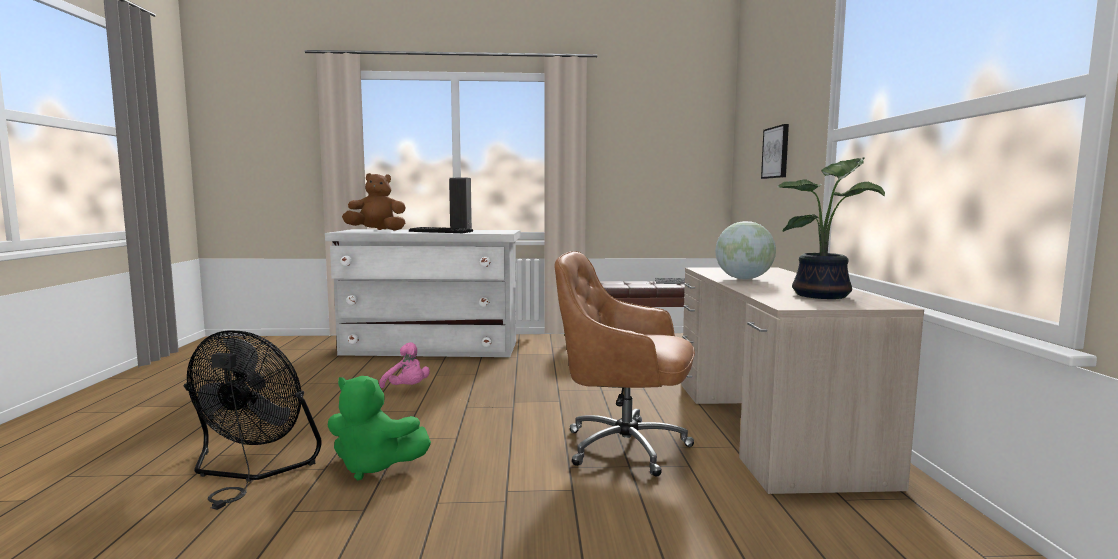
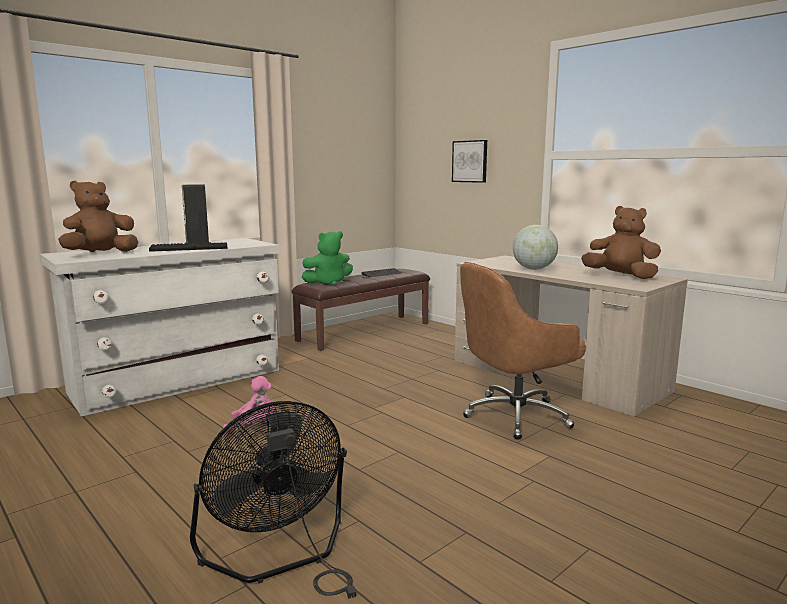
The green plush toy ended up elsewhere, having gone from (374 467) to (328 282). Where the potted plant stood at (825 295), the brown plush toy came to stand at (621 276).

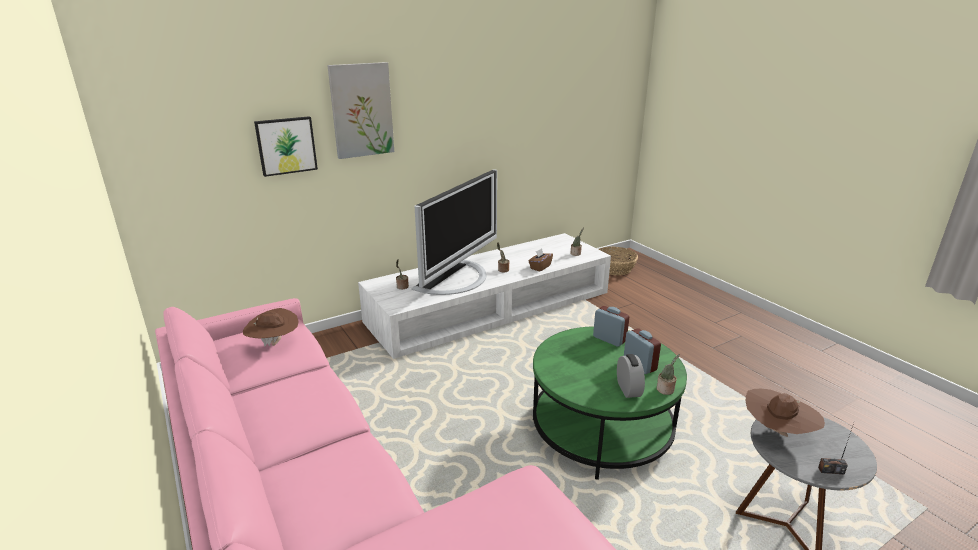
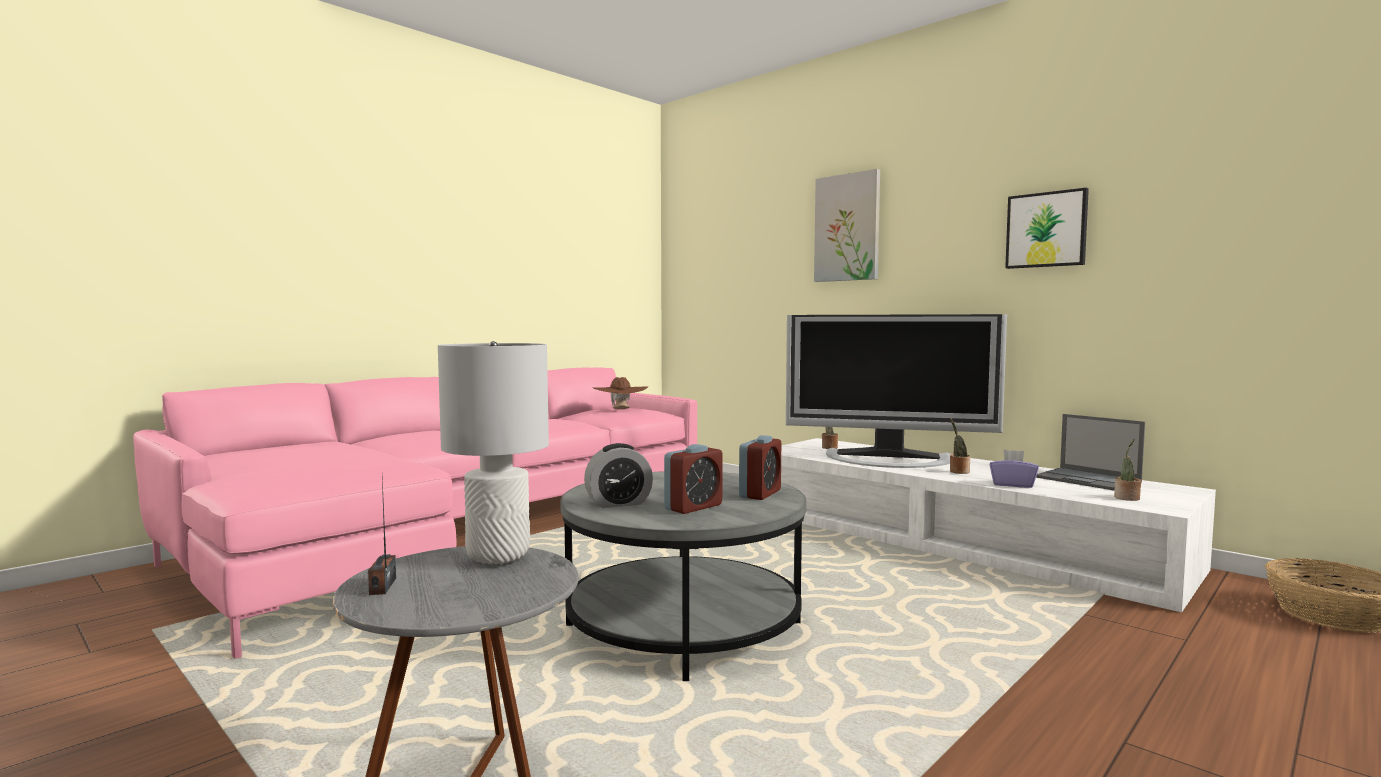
The second view lost the potted plant at (666 390). The second view gained the laptop at (1088 480). The picture ended up elsewhere, having gone from (286 145) to (1046 230). Where the brown hat stood at (777 433), the grey table lamp came to stand at (498 558). What was the brown tissue box at (540 267) turned into the purple tissue box at (1012 484). What was the green coffee table at (601 430) turned into the grey coffee table at (683 625).

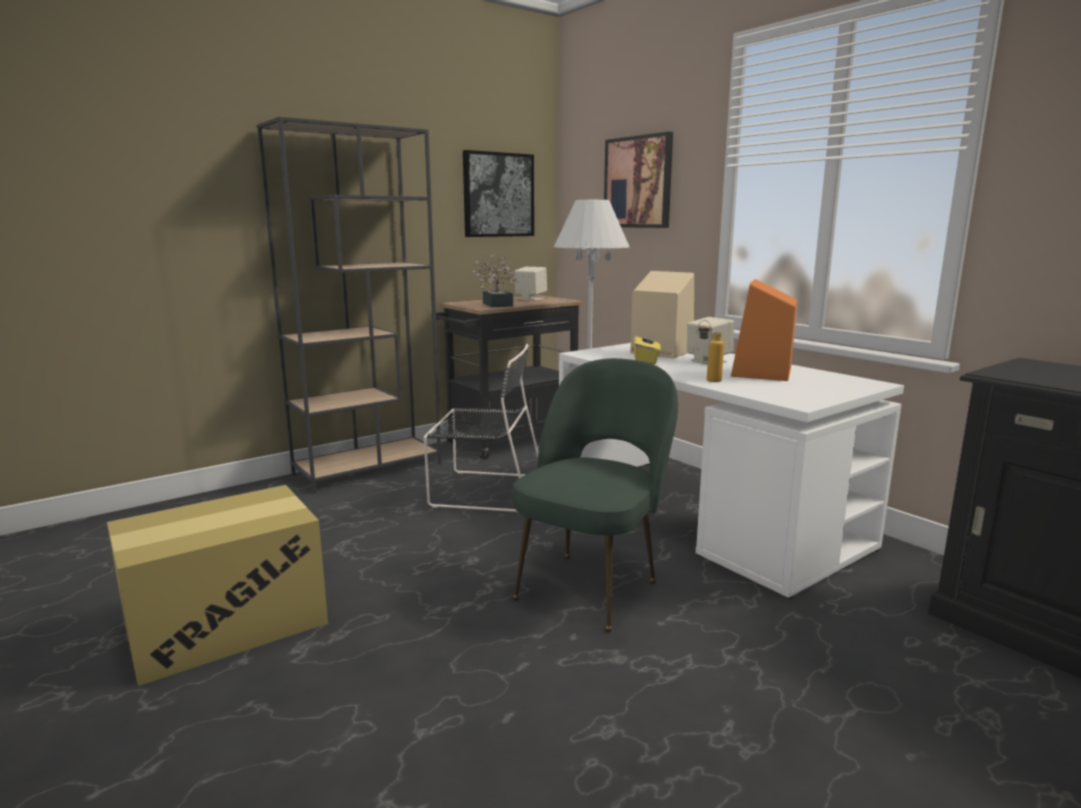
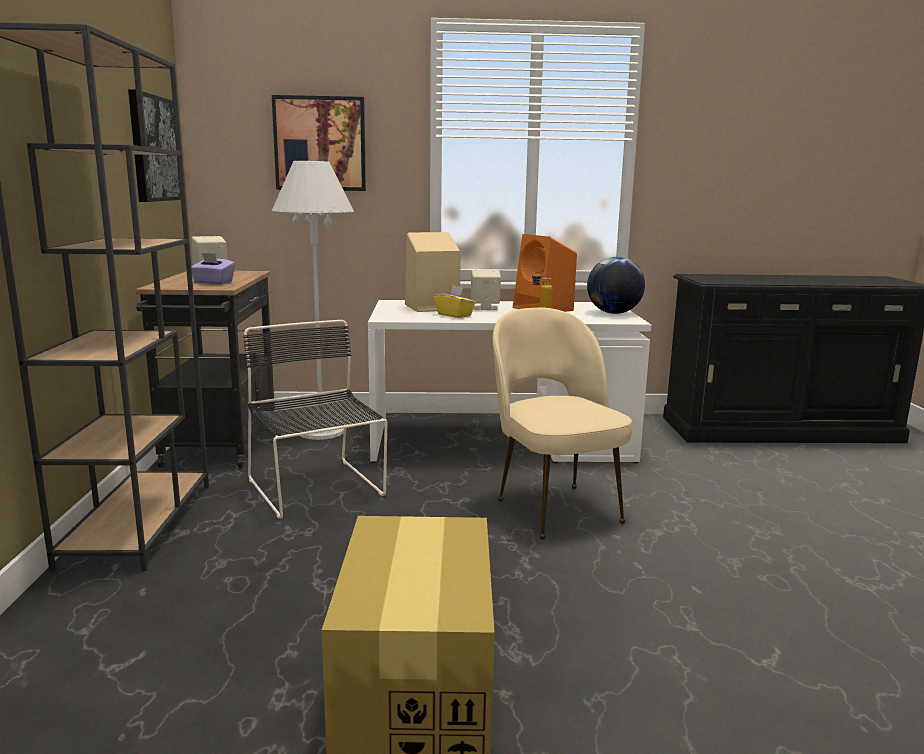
The second view gained the globe at (614 313). Where the potted plant stood at (497 304), the purple tissue box came to stand at (213 282). What was the green chair at (592 586) turned into the beige chair at (554 507). The black chair at (484 490) ended up facing another way, 75 degrees counterclockwise from before.

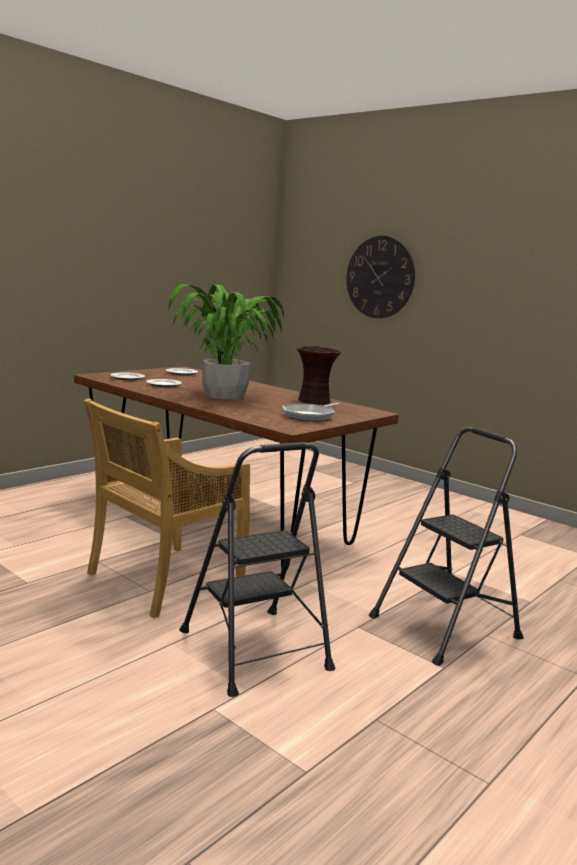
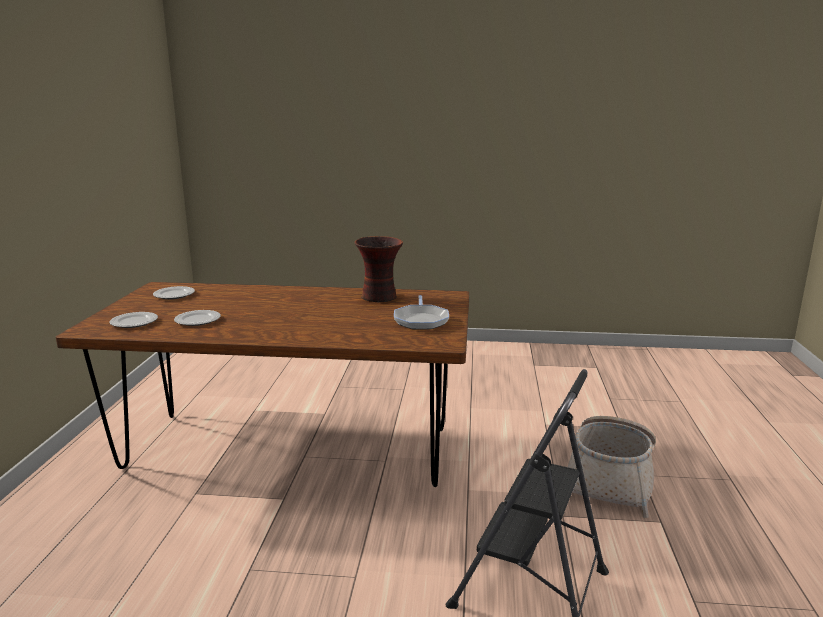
The second view lost the beige chair at (163 581). The second view lost the potted plant at (225 396). The second view lost the wall clock at (380 277). Where the black step ladder stood at (448 625), the basket came to stand at (610 479).

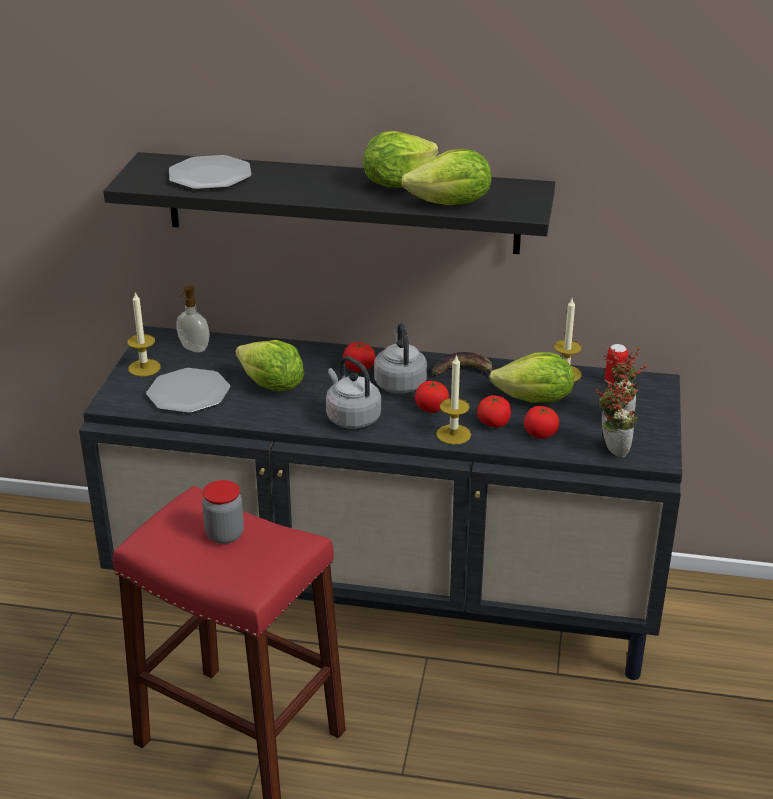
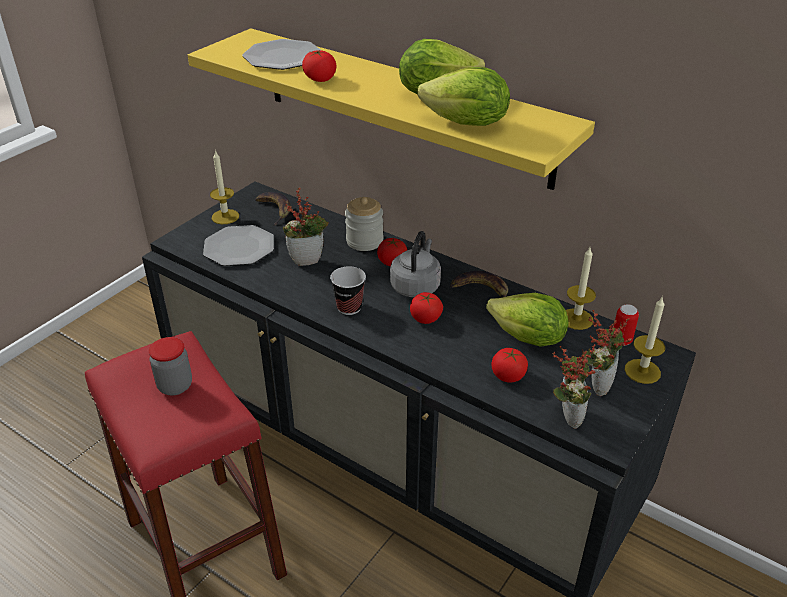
The second view gained the jar at (364 241). The candle ended up elsewhere, having gone from (453 434) to (642 371). The tomato ended up elsewhere, having gone from (493 423) to (320 79). Where the soap dispenser stood at (193 349), the banana came to stand at (275 210). Where the lettuce stood at (272 386), the potted plant came to stand at (308 259). Where the grey kettle stood at (351 417), the cup came to stand at (349 307). What was the black shelf at (342 203) turned into the yellow shelf at (402 105).

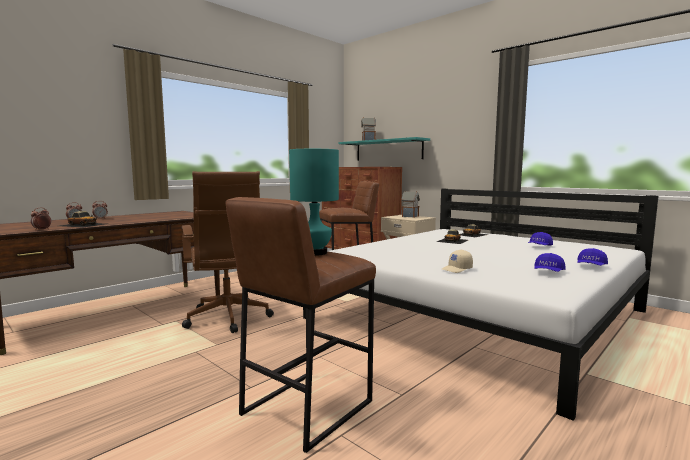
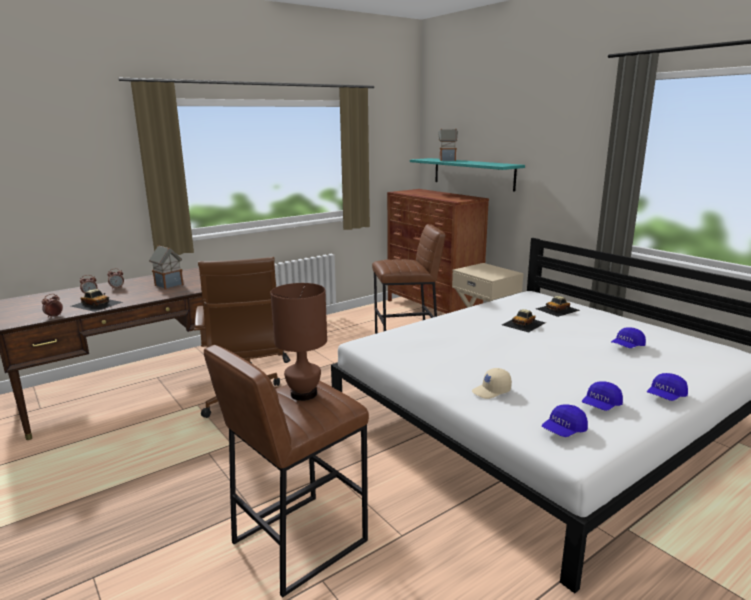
The second view gained the blue cap at (563 431). The toy house ended up elsewhere, having gone from (409 216) to (168 285). What was the turquoise table lamp at (315 253) turned into the brown table lamp at (303 394).

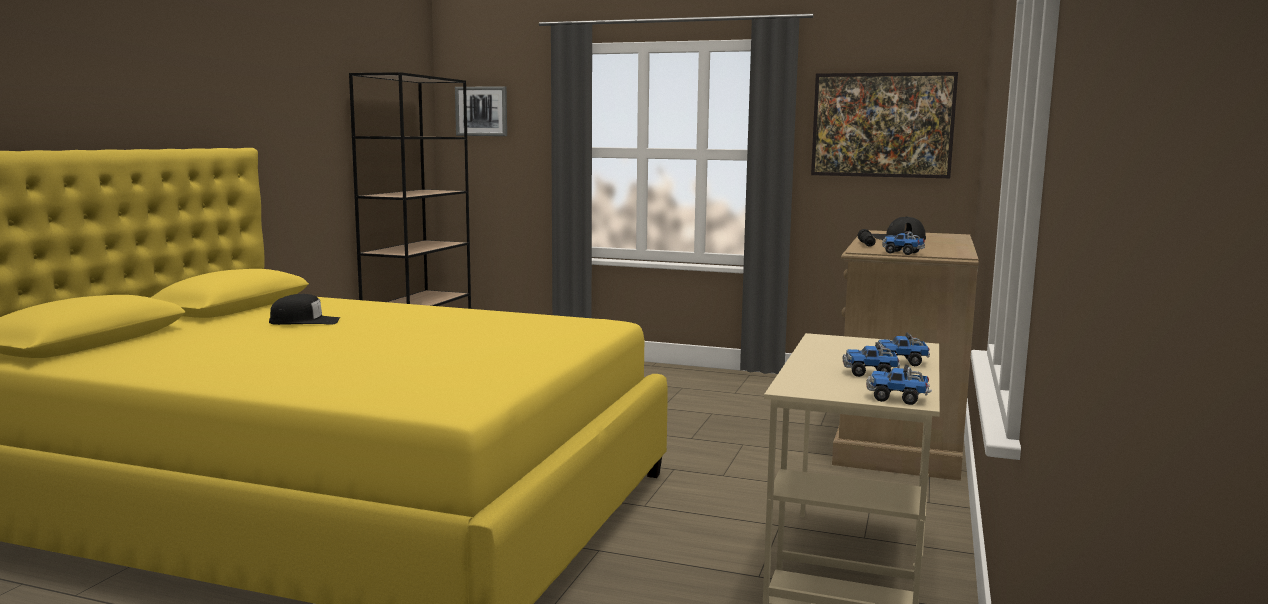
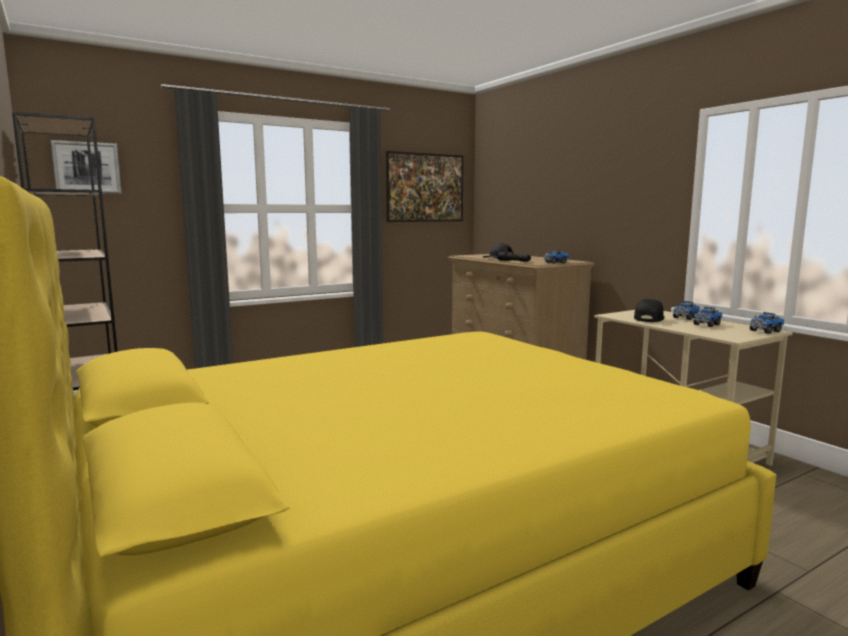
The black cap ended up elsewhere, having gone from (305 322) to (649 318).

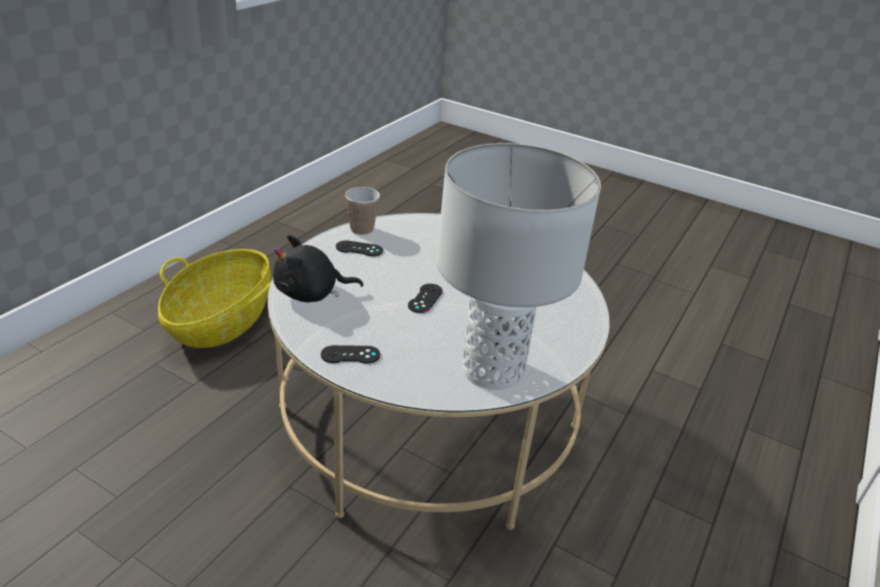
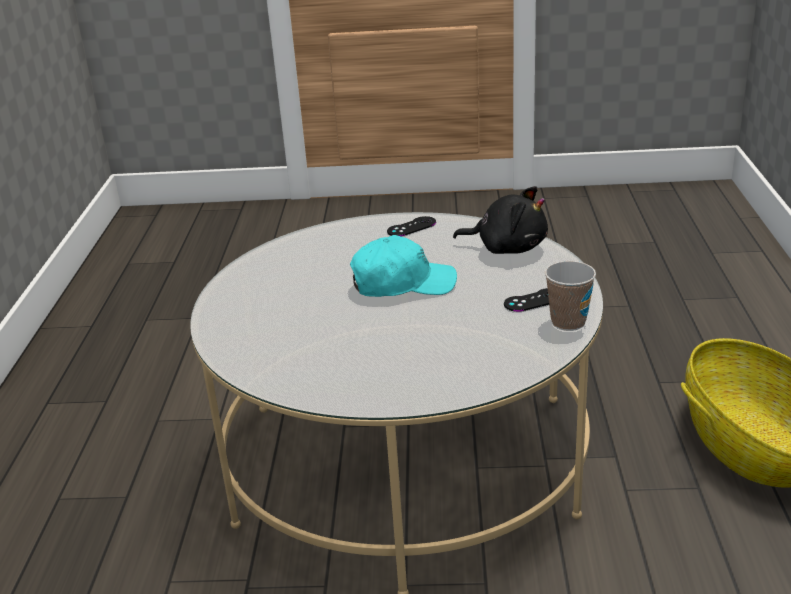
The second view lost the white table lamp at (492 368). Where the black game controller stood at (425 298), the turquoise cap came to stand at (402 284). The black plush toy at (311 293) ended up facing another way, 60 degrees clockwise from before.

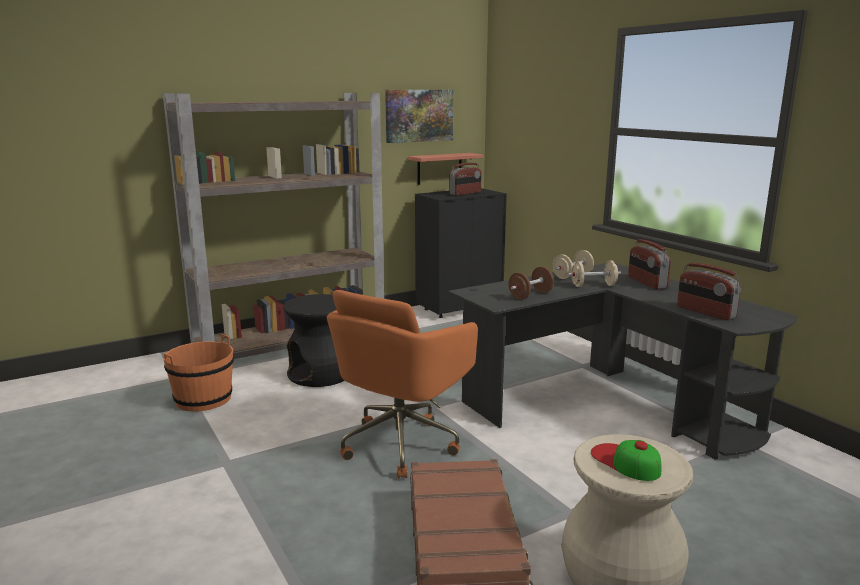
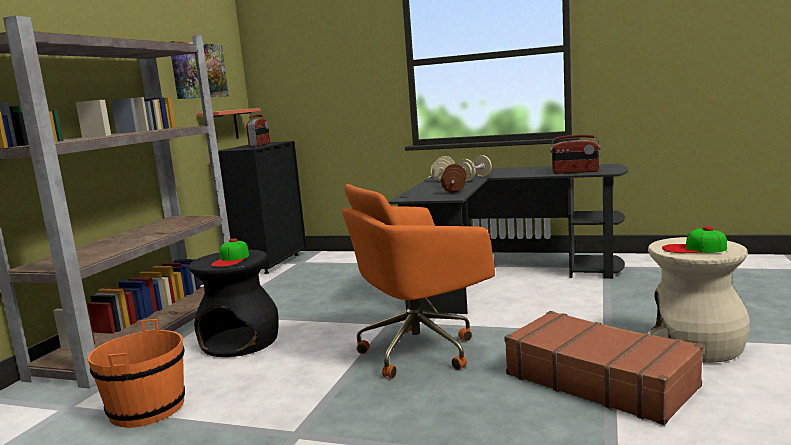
The second view lost the radio at (646 283). The second view gained the cap at (231 259). The orange office chair at (403 444) ended up facing another way, 75 degrees clockwise from before.

